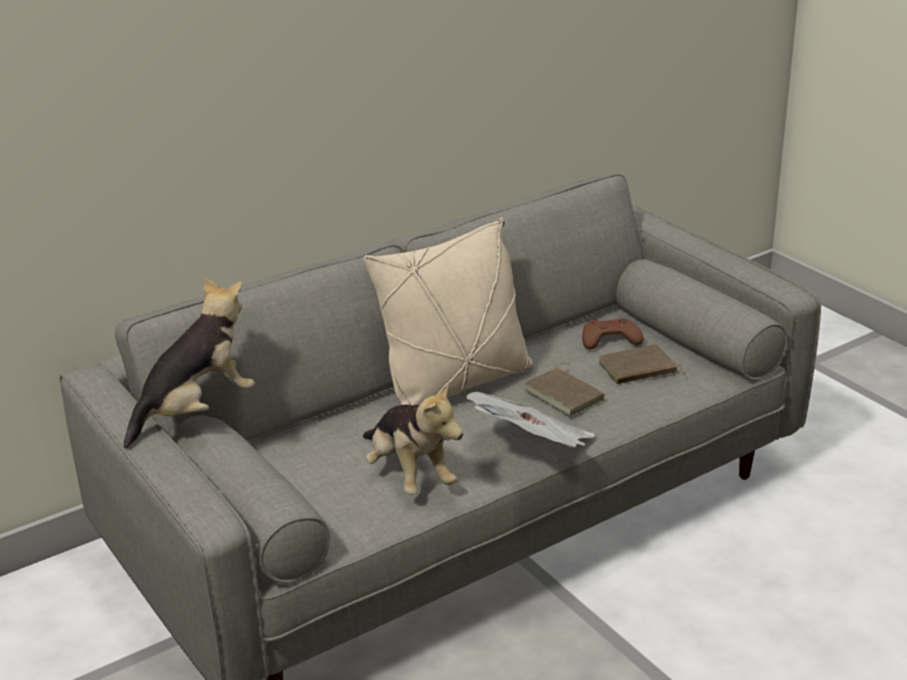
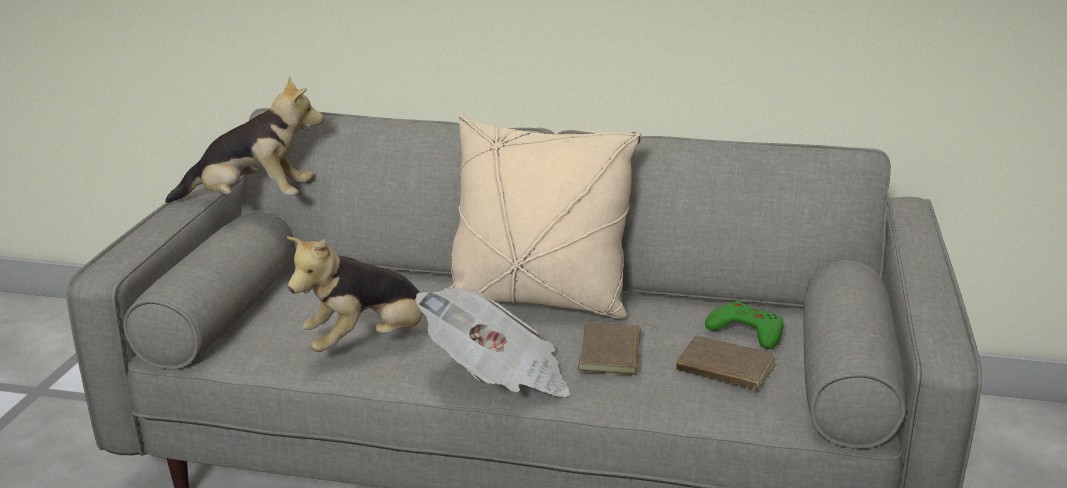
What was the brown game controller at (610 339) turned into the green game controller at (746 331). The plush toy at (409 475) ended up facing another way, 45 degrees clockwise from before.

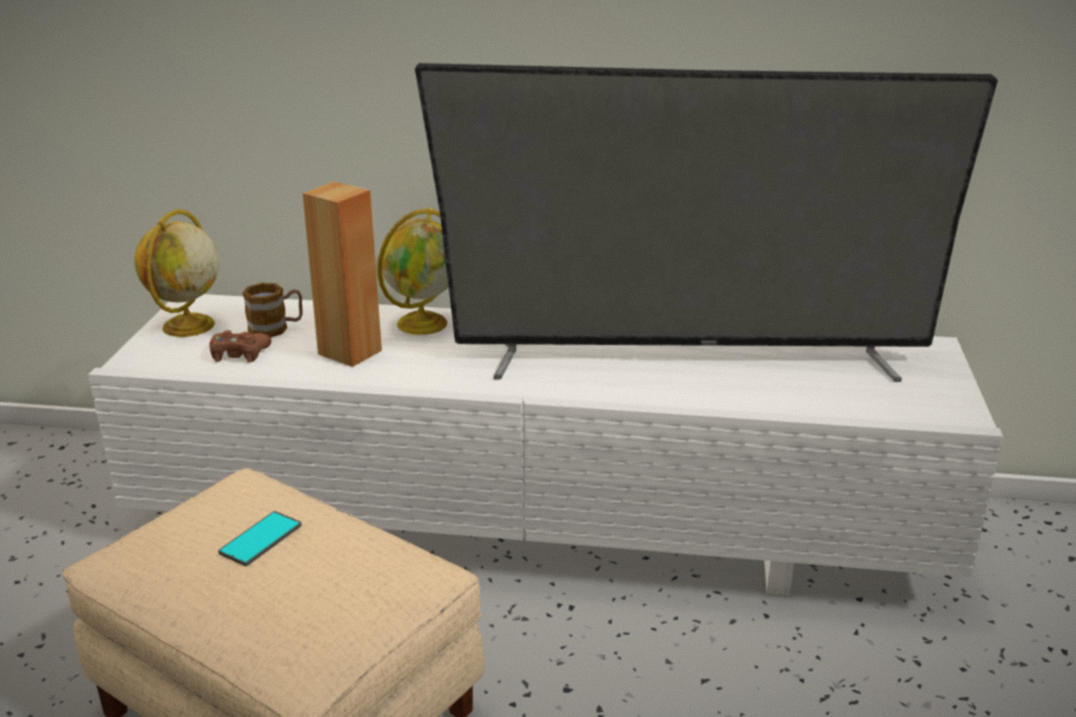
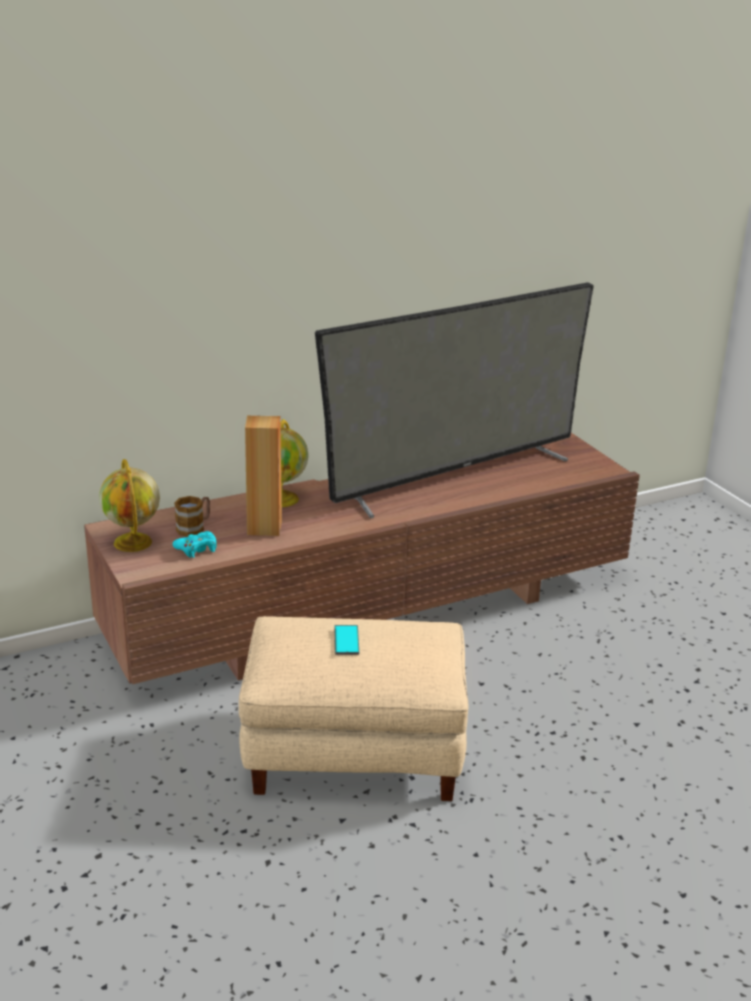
What was the white tv stand at (538 522) turned into the brown tv stand at (372 610). What was the brown game controller at (239 354) turned into the turquoise game controller at (197 549).

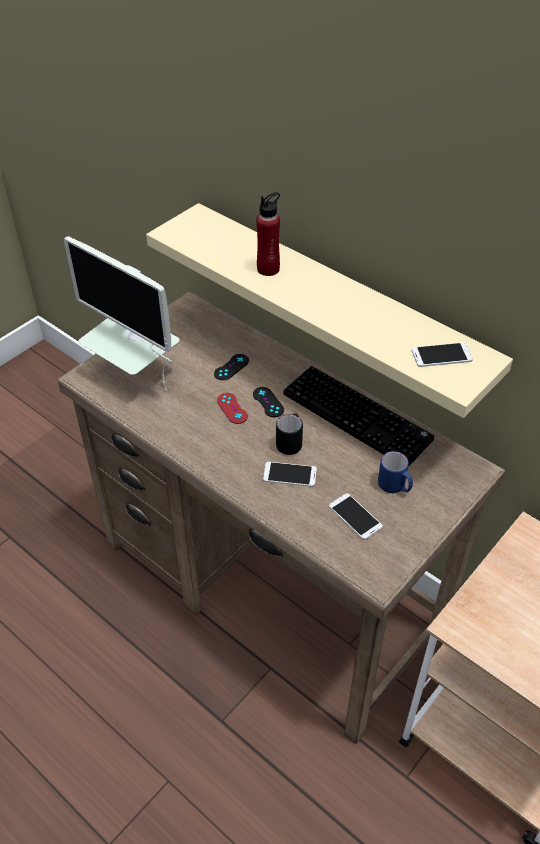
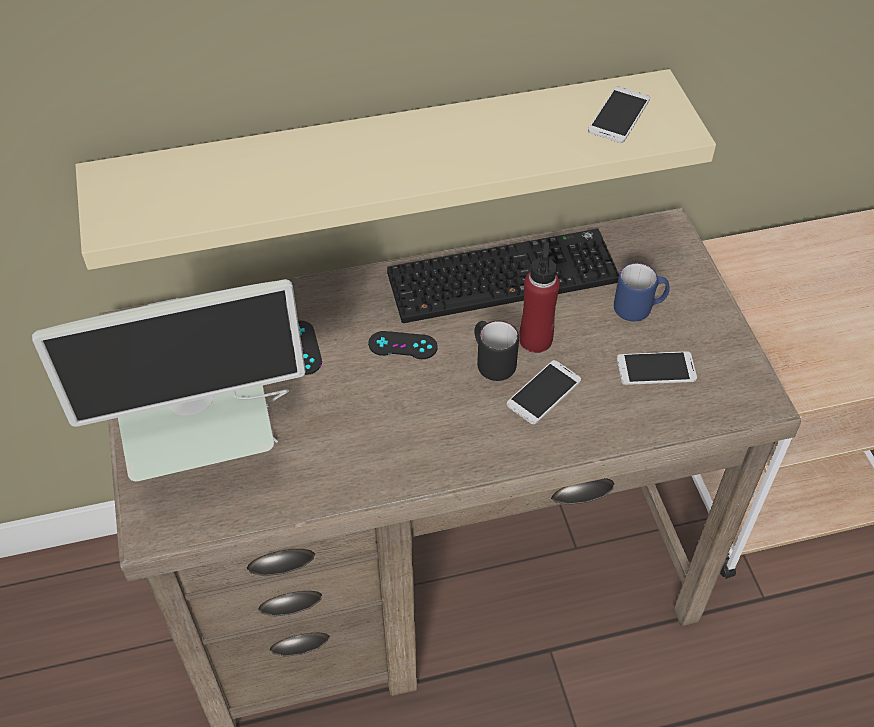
The second view lost the red game controller at (232 408). The red bottle ended up elsewhere, having gone from (268 269) to (535 340).

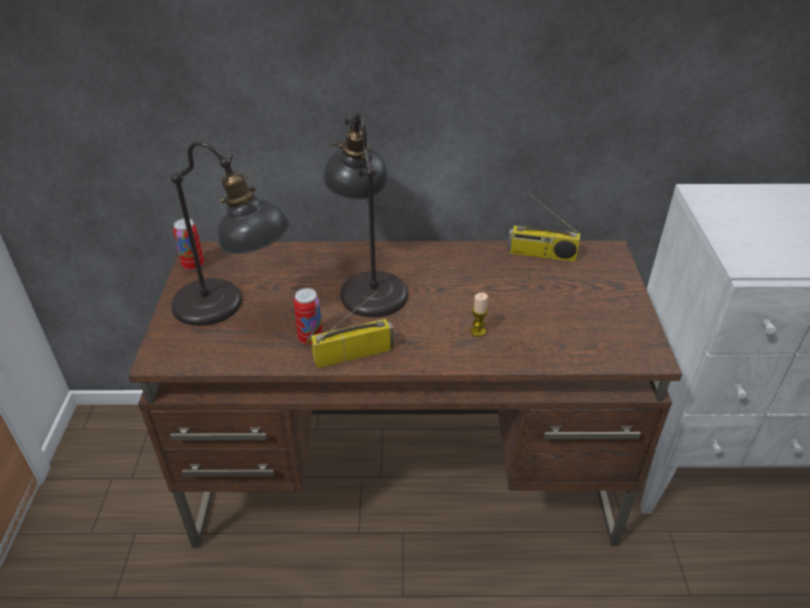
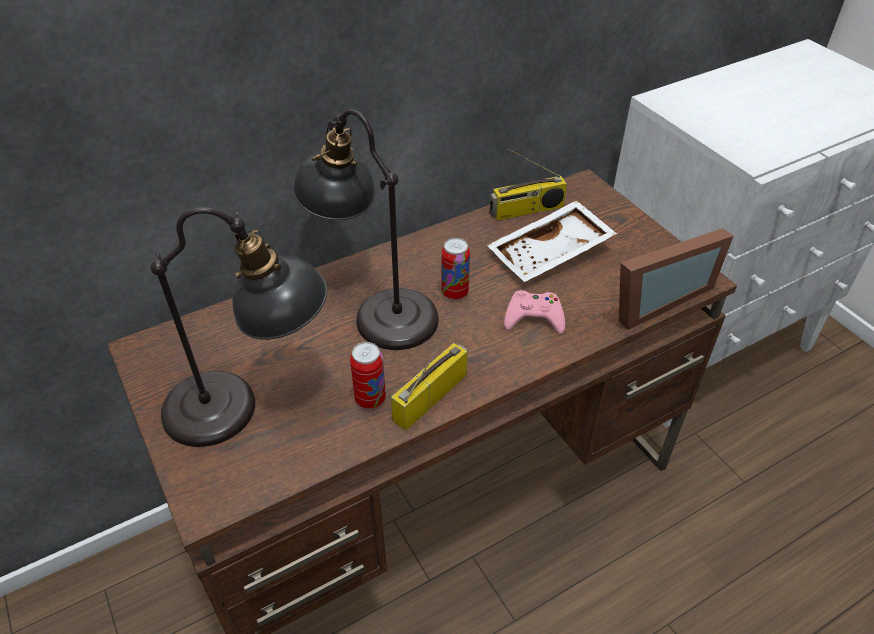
The second view gained the white tray at (551 254). The second view gained the picture frame at (653 299). The can ended up elsewhere, having gone from (193 265) to (454 293). Where the candle stood at (478 331), the pink game controller came to stand at (534 317).

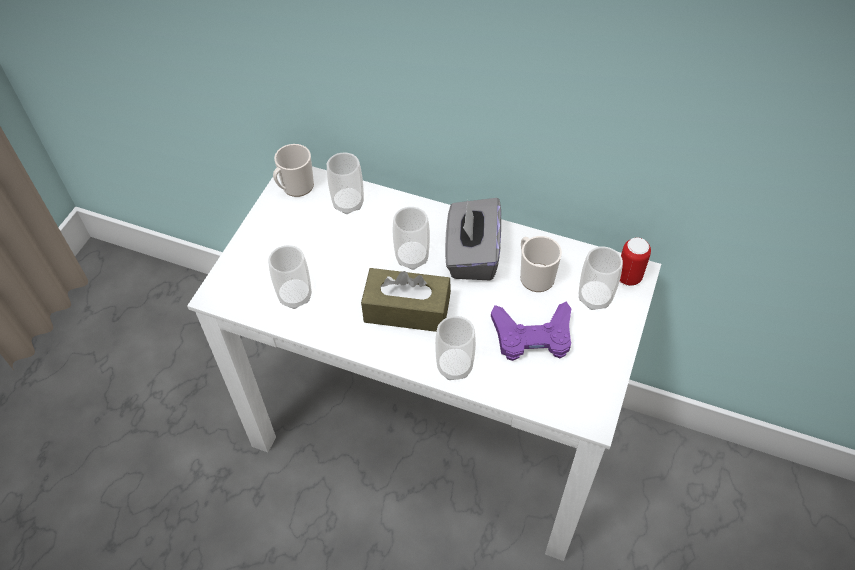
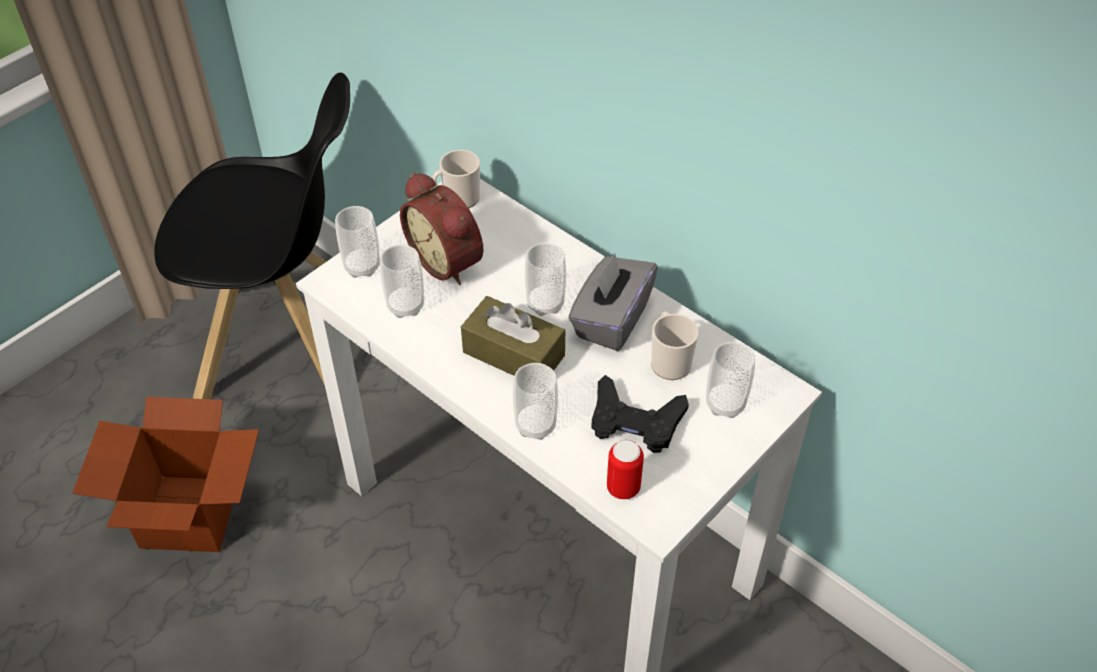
The second view gained the cardboard box at (189 514). The second view gained the black chair at (288 342). The second view gained the alarm clock at (448 260). The cup ended up elsewhere, having gone from (348 203) to (362 266). The can ended up elsewhere, having gone from (628 277) to (623 488). What was the purple game controller at (532 336) turned into the black game controller at (635 421).

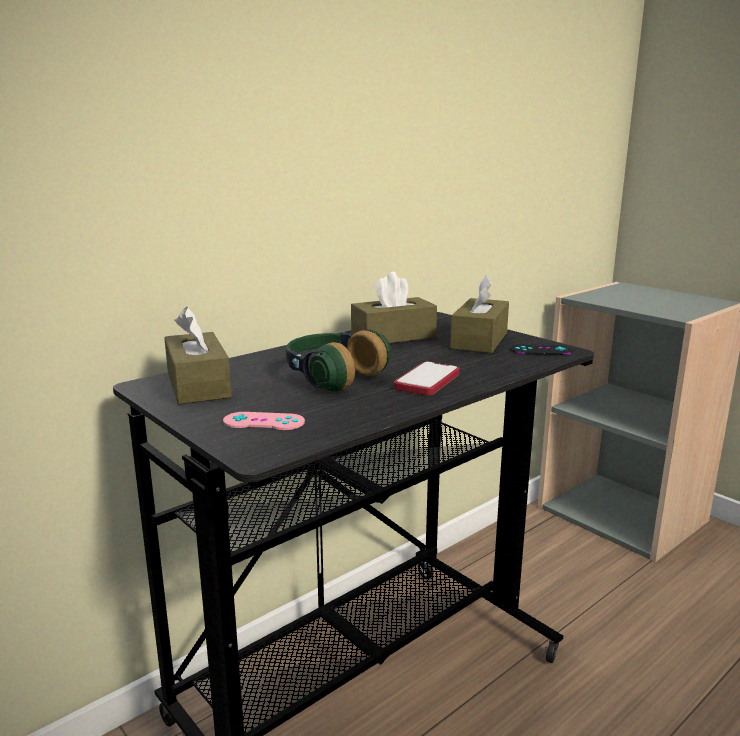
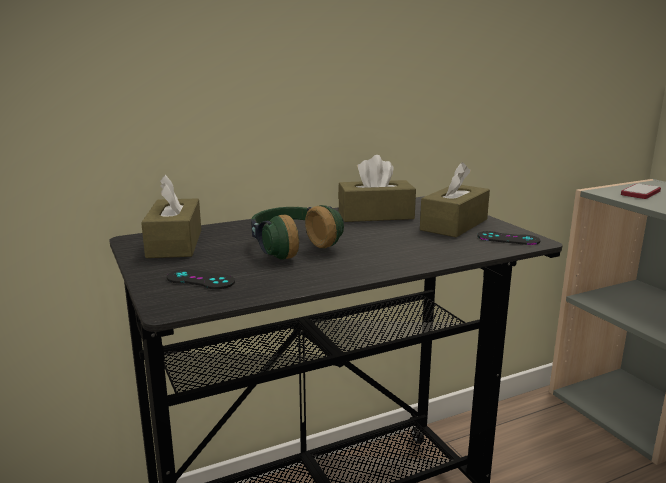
The phone ended up elsewhere, having gone from (427 381) to (640 193). What was the pink game controller at (263 422) turned into the black game controller at (200 280).

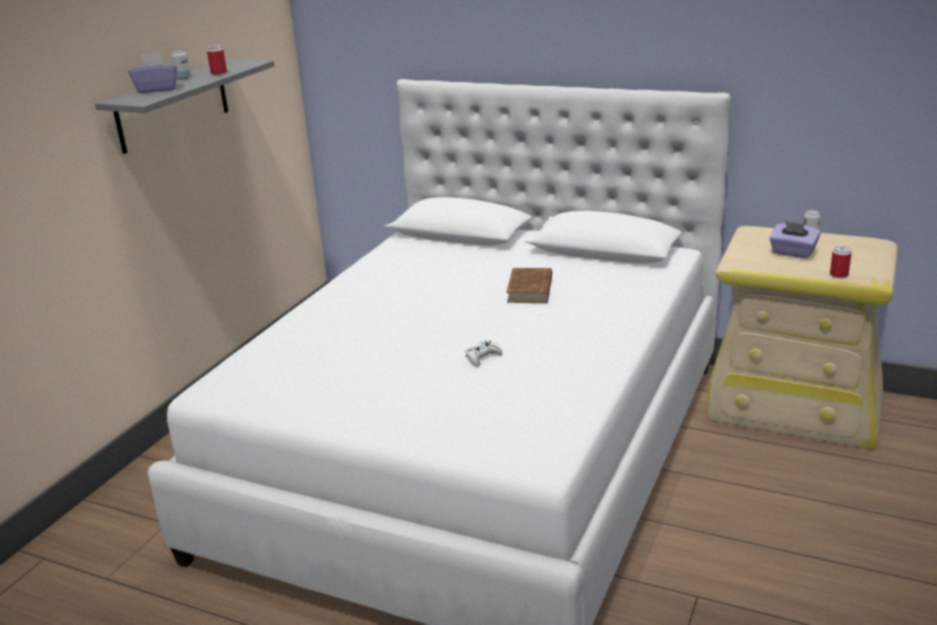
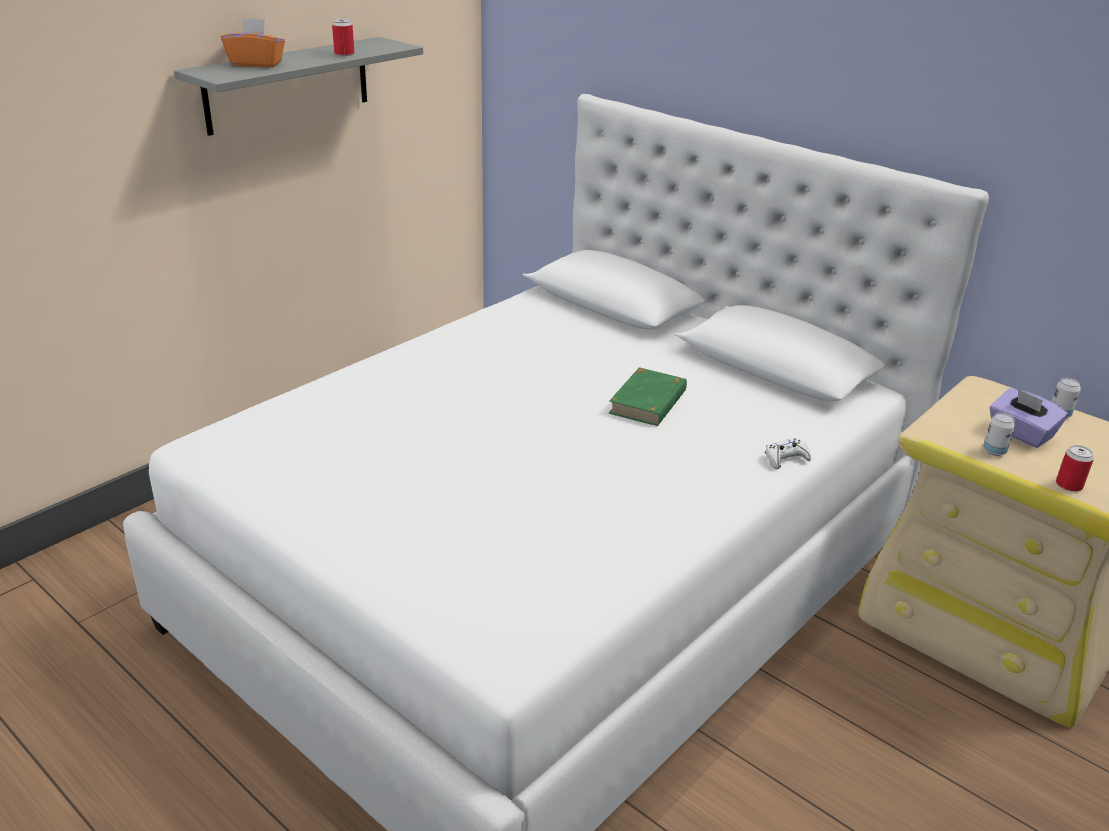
The can ended up elsewhere, having gone from (183 78) to (994 451). The white game controller ended up elsewhere, having gone from (483 357) to (785 459). What was the purple tissue box at (157 89) turned into the orange tissue box at (256 64). What was the brown book at (530 290) turned into the green book at (648 402).

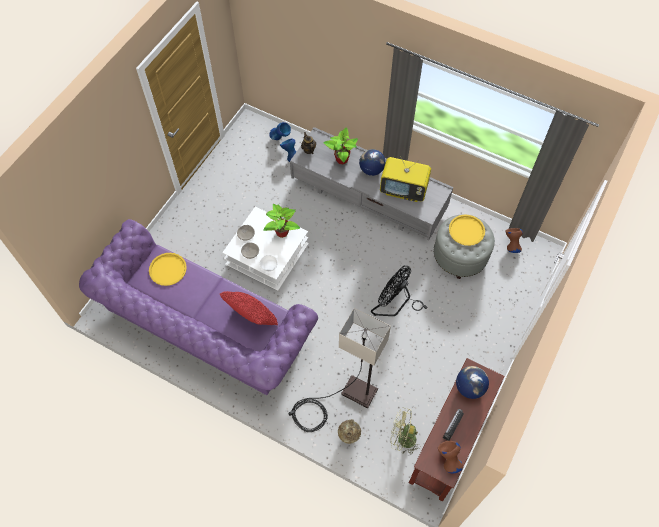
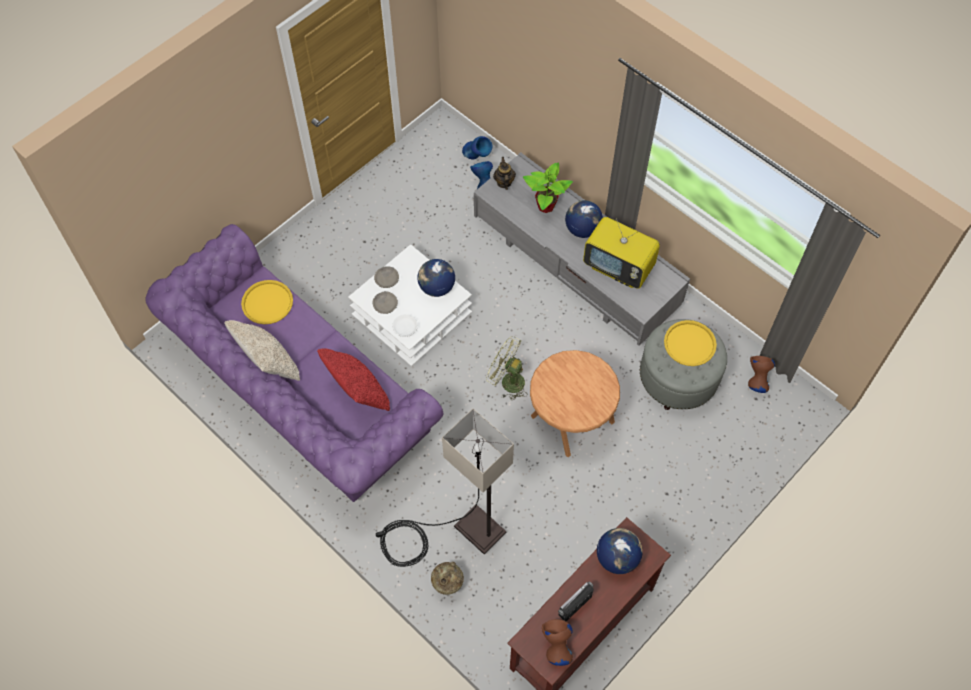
The second view gained the beige pillow at (268 364). The green fan ended up elsewhere, having gone from (402 439) to (507 381). Where the potted plant stood at (282 232), the globe came to stand at (436 287). Where the black fan stood at (397 301), the brown side table came to stand at (570 420).

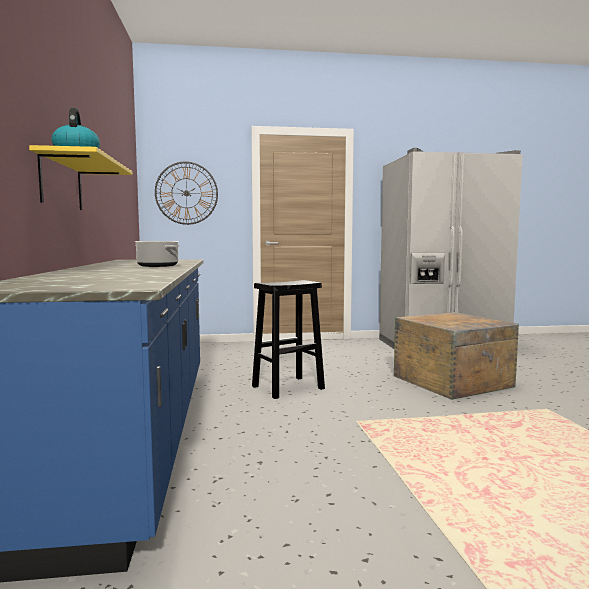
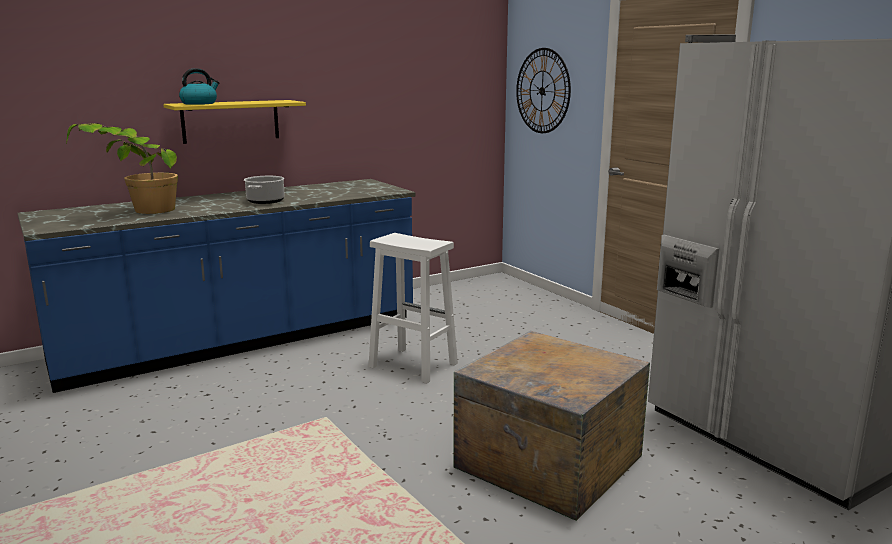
The second view gained the potted plant at (135 213). What was the black stool at (287 388) turned into the white stool at (412 365).

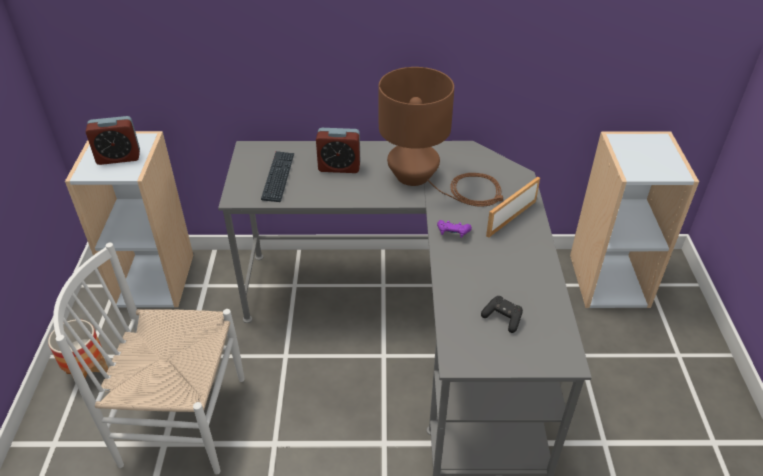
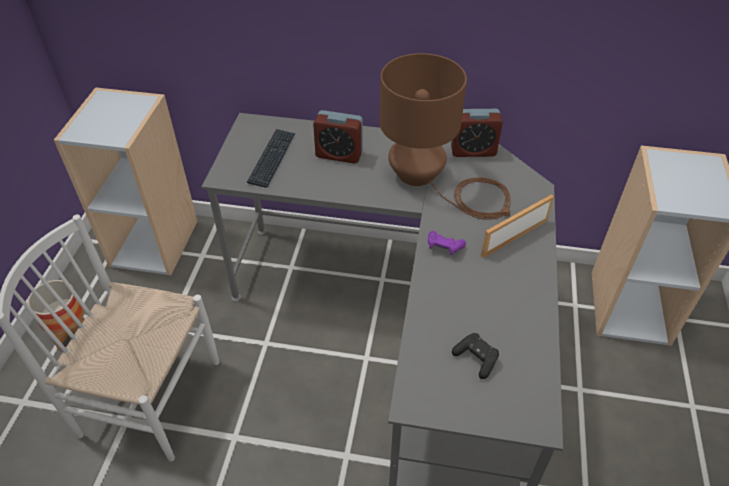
The alarm clock ended up elsewhere, having gone from (118 157) to (473 150).

